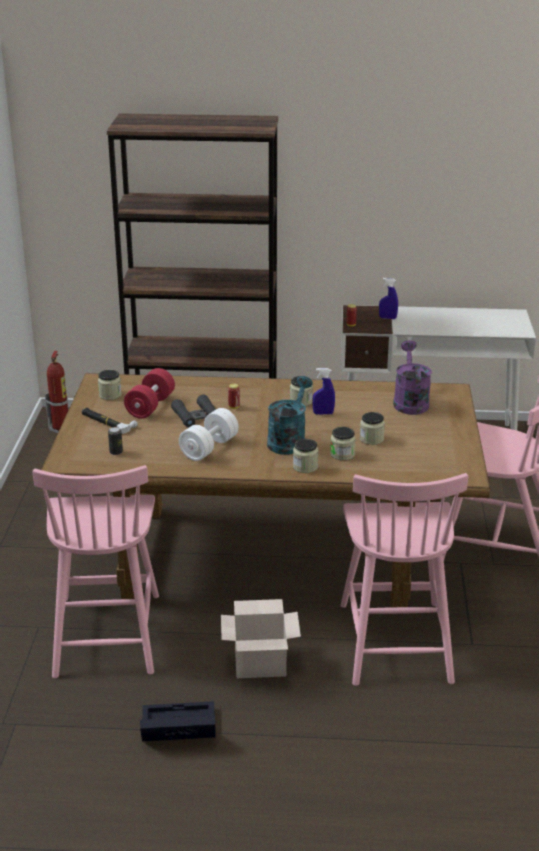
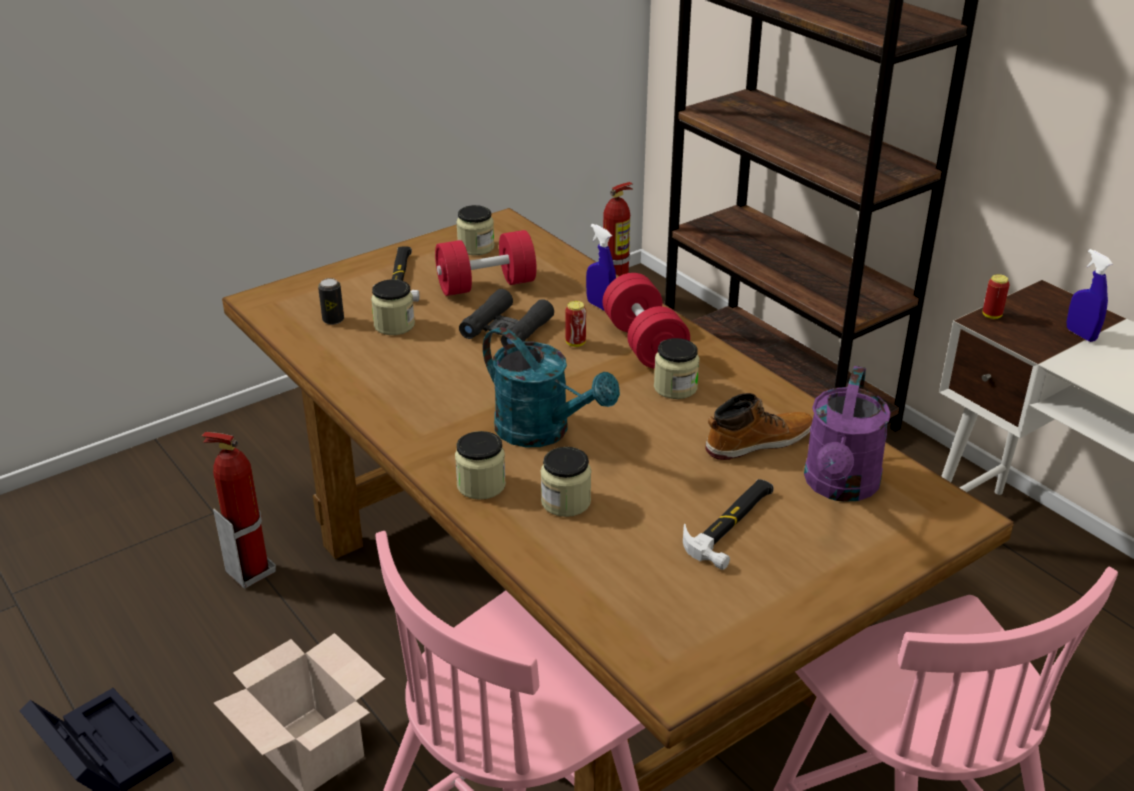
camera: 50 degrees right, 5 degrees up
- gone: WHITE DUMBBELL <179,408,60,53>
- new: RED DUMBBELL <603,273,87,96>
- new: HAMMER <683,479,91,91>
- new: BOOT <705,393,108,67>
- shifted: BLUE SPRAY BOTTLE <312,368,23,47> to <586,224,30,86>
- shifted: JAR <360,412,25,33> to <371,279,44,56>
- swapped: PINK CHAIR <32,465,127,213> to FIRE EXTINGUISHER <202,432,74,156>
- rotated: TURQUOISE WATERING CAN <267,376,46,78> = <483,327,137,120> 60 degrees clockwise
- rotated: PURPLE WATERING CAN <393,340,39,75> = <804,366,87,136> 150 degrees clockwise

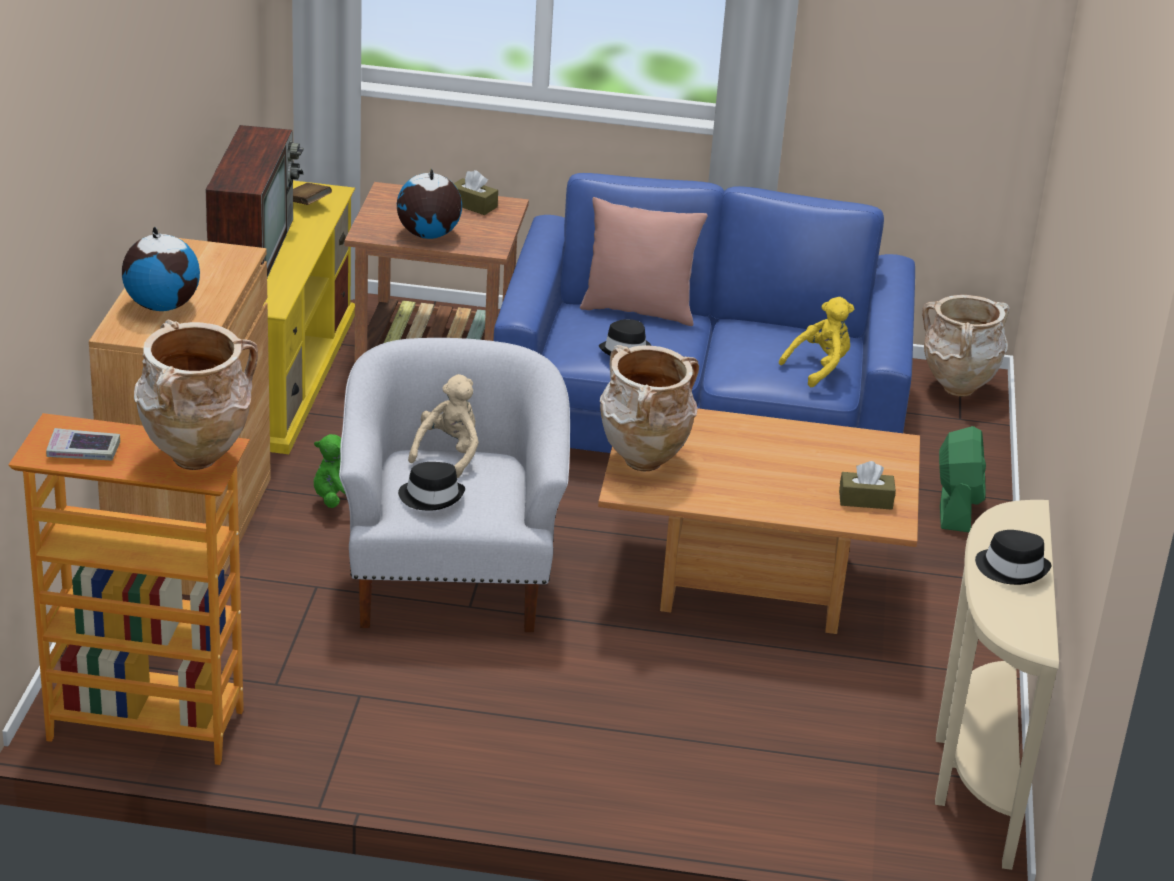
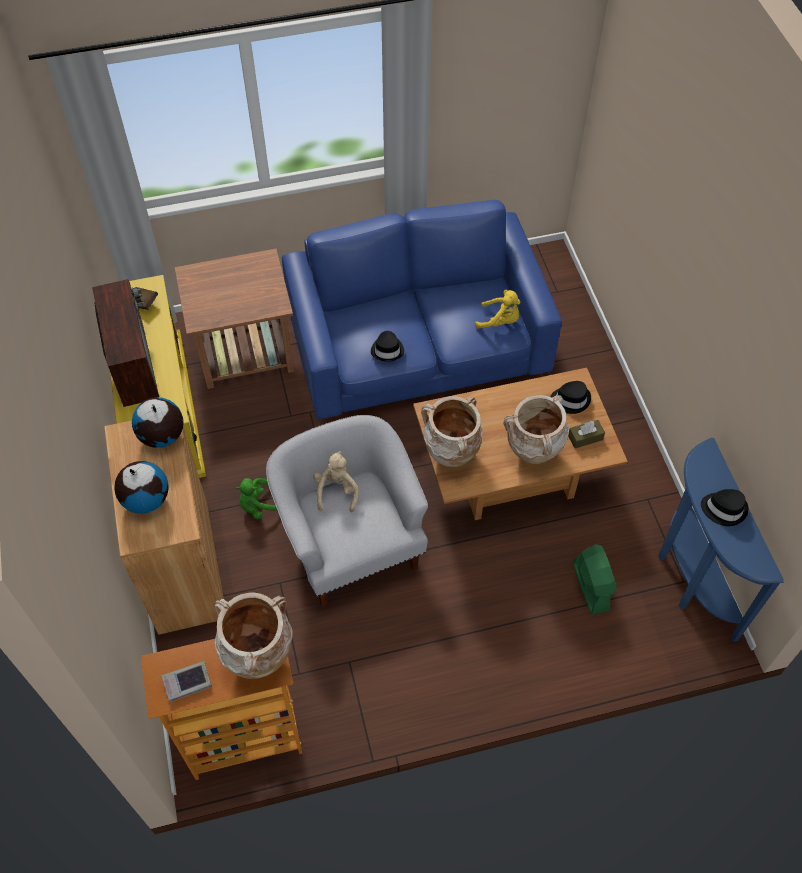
camera: 20 degrees left, 25 degrees up
- gone: BROWN TISSUE BOX <453,170,45,45>
- gone: PINK PILLOW <580,197,128,129>
- shifted: GLOBE <397,168,65,71> to <132,397,52,51>
- shifted: BLACK HAT <398,462,67,49> to <550,381,41,33>
- shifted: BEIGE VASE <922,295,87,102> to <504,395,65,69>
- shifted: GREEN FAN <939,426,47,106> to <573,544,44,71>
- repainted: BEIGE CONSOLE TABLE <935,500,124,370> to BLUE CONSOLE TABLE <658,437,126,205>
- rotated: YELLOW PLUSH TOY <779,297,75,90> = <475,290,45,39> 75 degrees clockwise

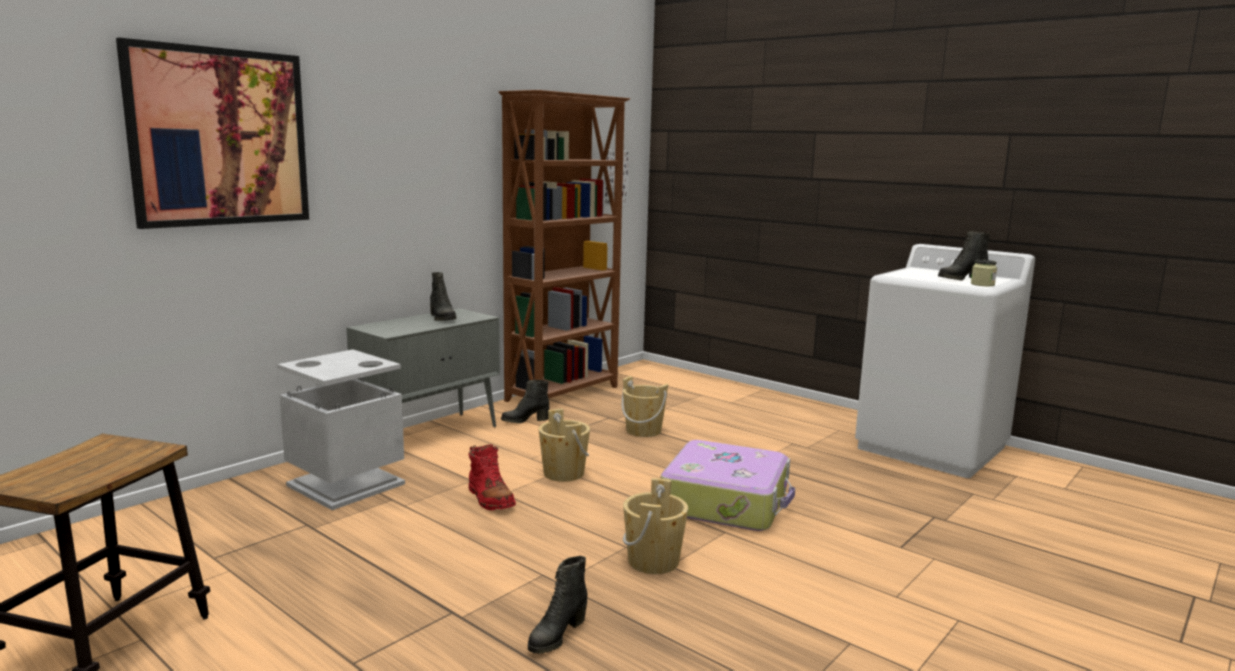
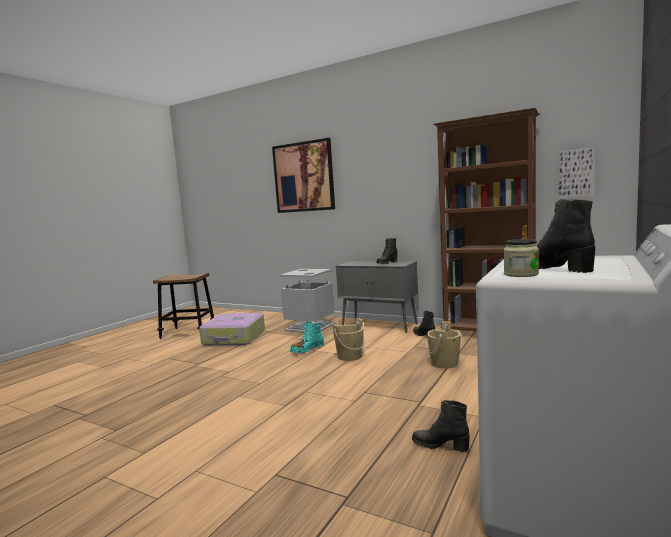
camera: 80 degrees right, 5 degrees down
- gone: BEIGE BUCKET <623,478,65,96>
- shifted: BLACK BOOT <528,556,59,98> to <412,400,58,52>
- shifted: SUITCASE <661,440,134,91> to <199,313,66,32>
- repainted: RED BOOT <468,444,48,67> to TURQUOISE BOOT <290,321,34,32>

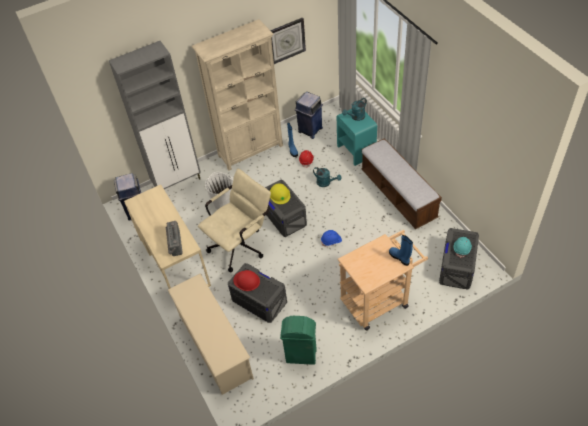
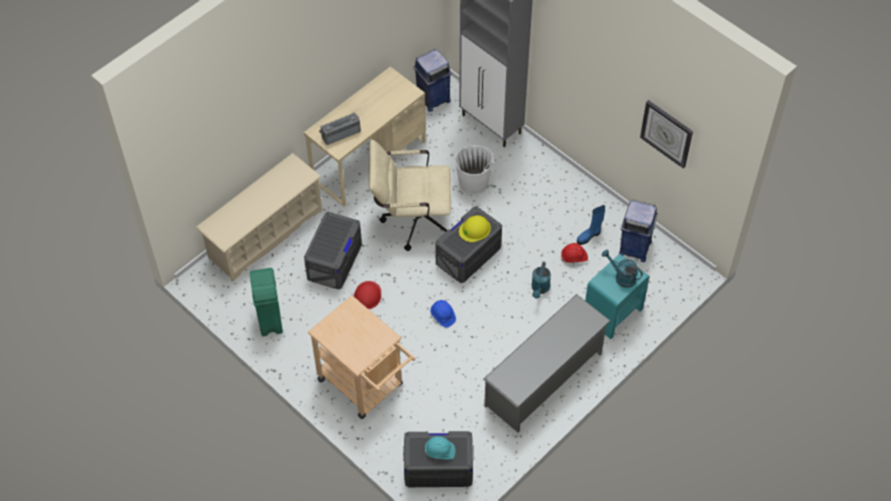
camera: 70 degrees right, 5 degrees up
- gone: BEIGE BOOKCASE <192,19,91,152>
- gone: BLUE BOOT <389,235,24,31>
- shifted: RED HARD HAT <233,270,27,21> to <354,281,27,28>
- swapped: BENCH <361,138,81,91> to GREY SHOE RACK <483,294,127,139>
- rotated: BEIGE OFFICE CHAIR <198,169,73,103> = <369,140,82,111> 150 degrees clockwise

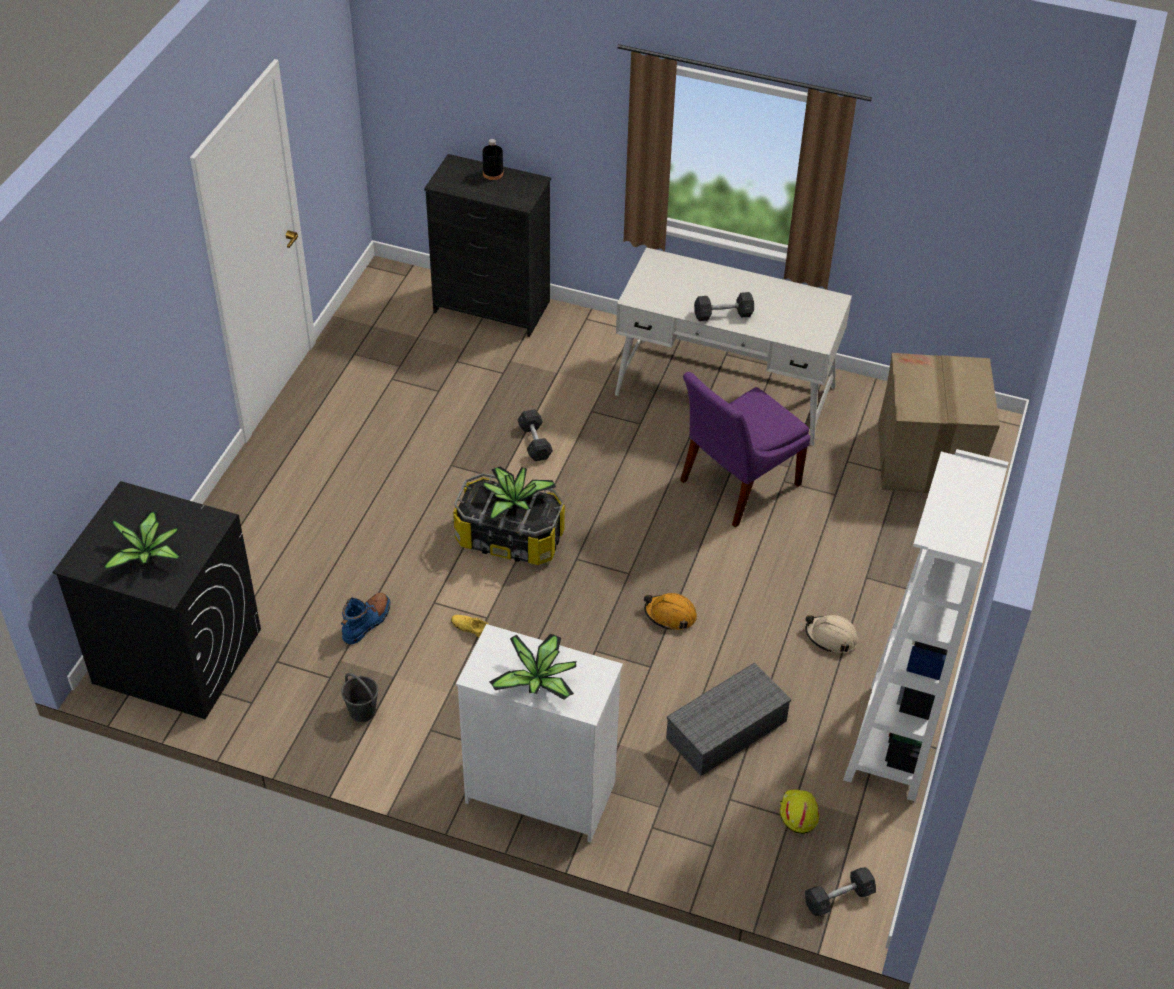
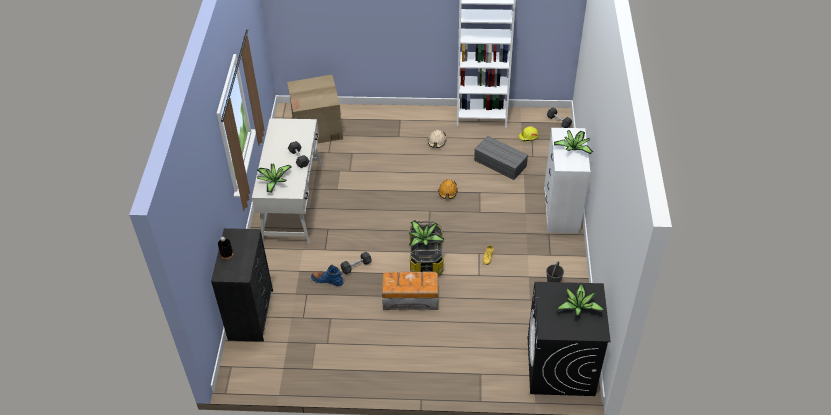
camera: 105 degrees left, 0 degrees up
- gone: PURPLE CHAIR <680,372,130,155>
- new: POTTED PLANT <256,164,36,29>
- new: STORAGE BOX <382,272,56,38>
- shifted: BLUE BOOT <341,593,49,51> to <311,265,32,21>

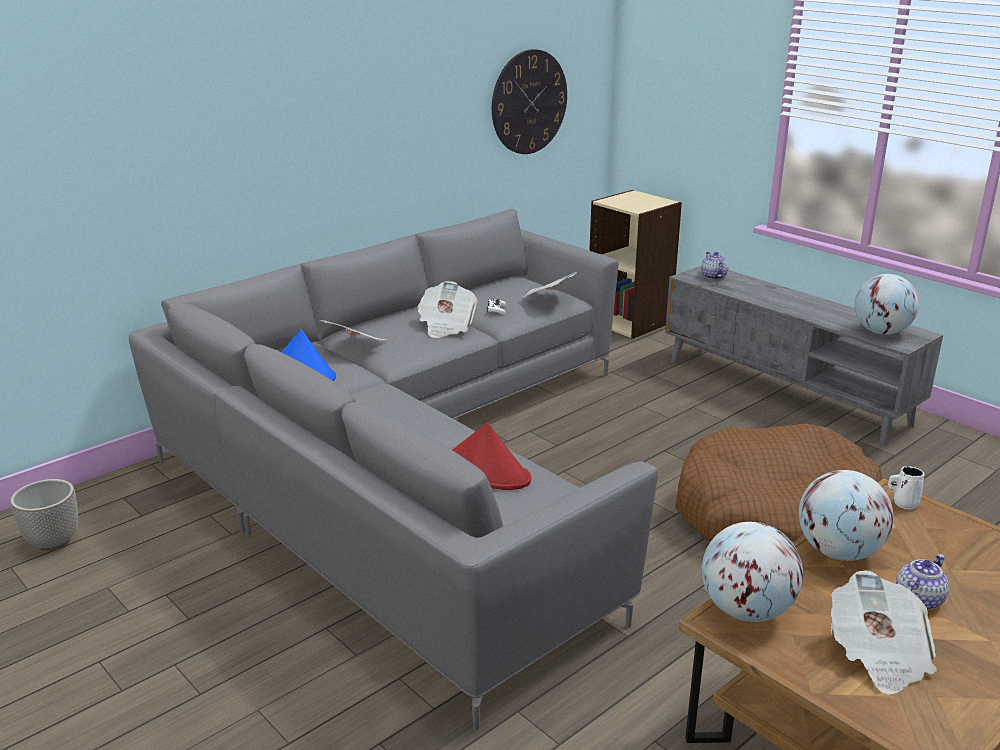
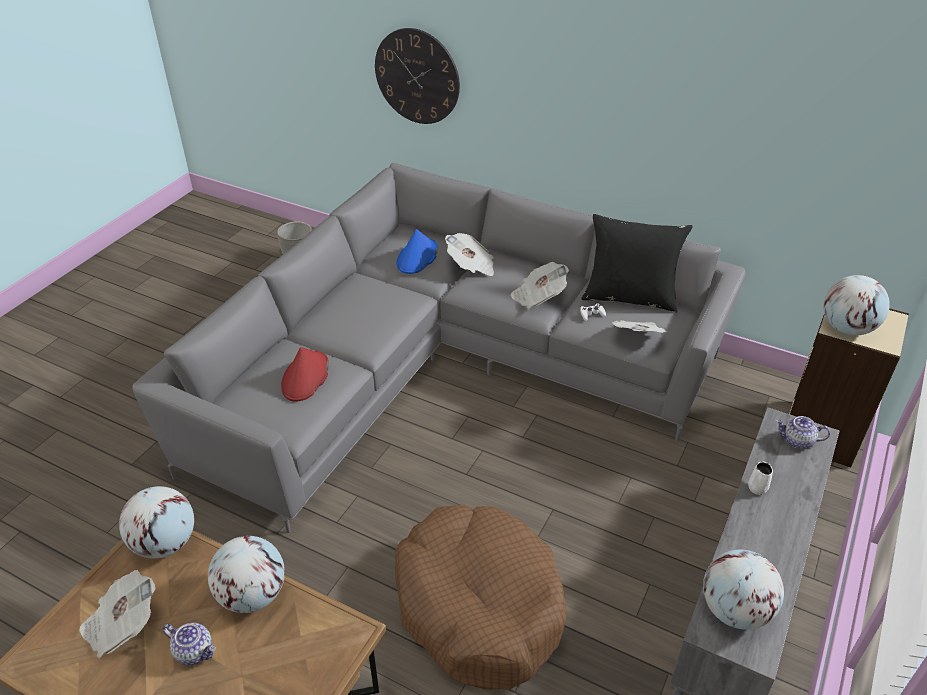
camera: 70 degrees right, 15 degrees up
- new: BLACK PILLOW <582,214,111,98>
- new: GLOBE <823,275,67,60>
- shifted: WALL CLOCK <492,49,75,105> to <375,28,85,96>
- shifted: WHITE MUG <888,466,36,44> to <748,461,25,34>
- rotated: TEAPOT <701,252,28,28> = <776,416,54,33> 135 degrees counterclockwise

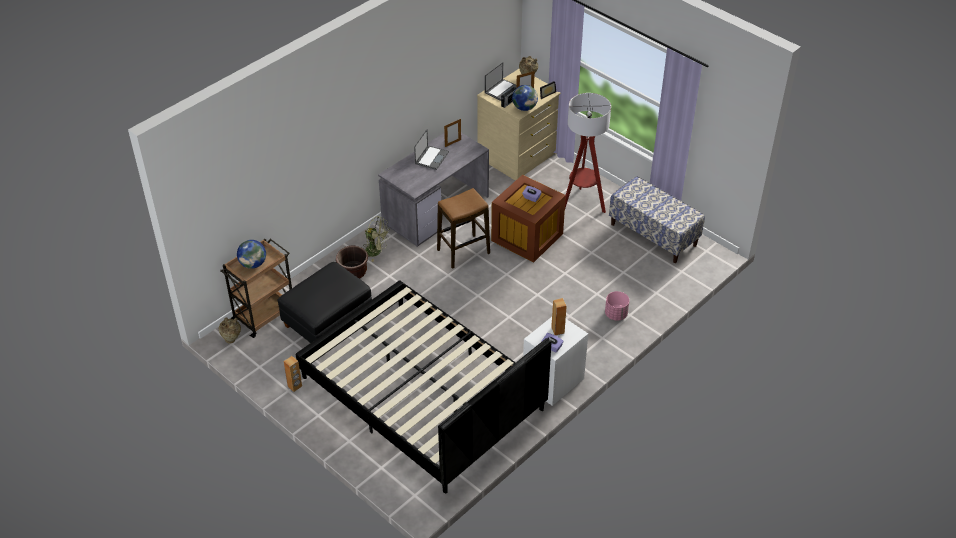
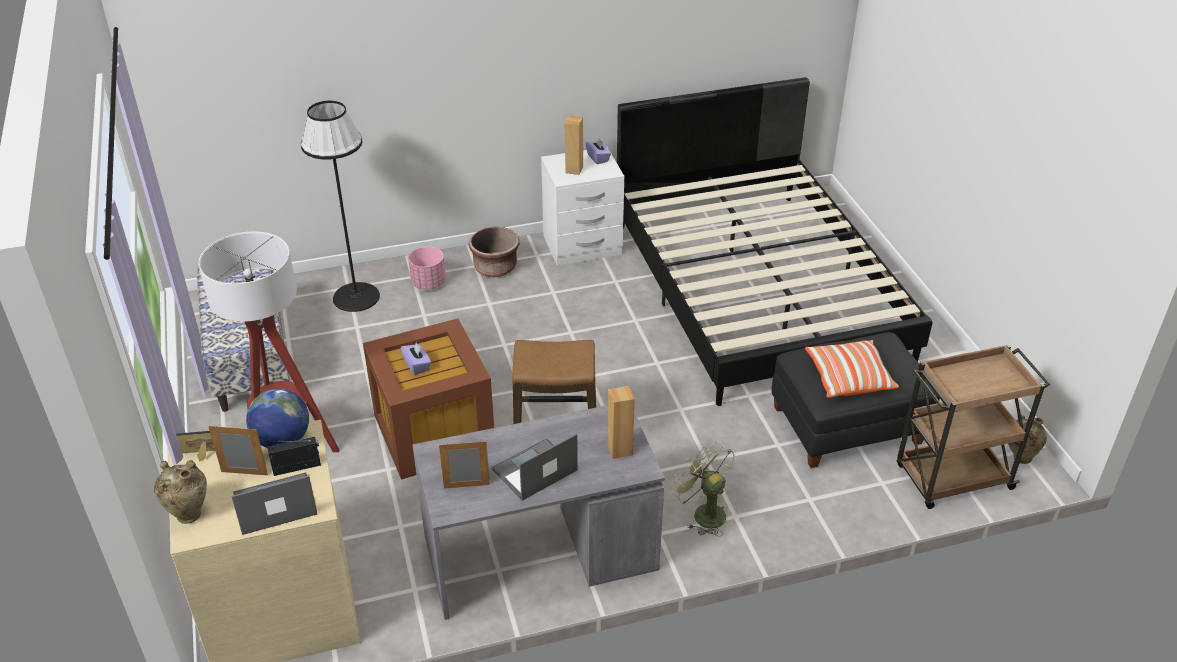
camera: 150 degrees left, 5 degrees down
- gone: GLOBE <237,240,29,29>
- new: BLACK FLOOR LAMP <301,101,79,211>
- new: PILLOW <805,340,94,58>
- shifted: BROWN SPEAKER <283,356,19,36> to <607,386,28,73>
- shifted: BROWN PLANTER <336,246,32,33> to <469,227,50,50>

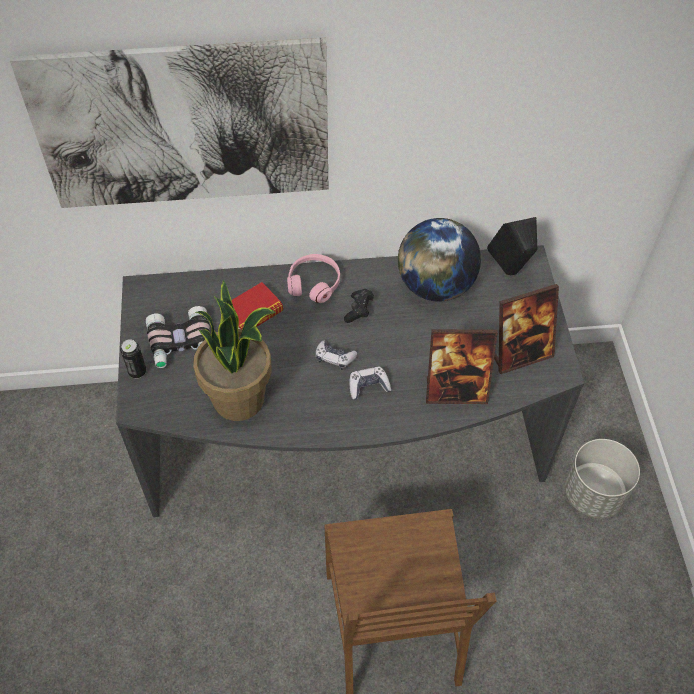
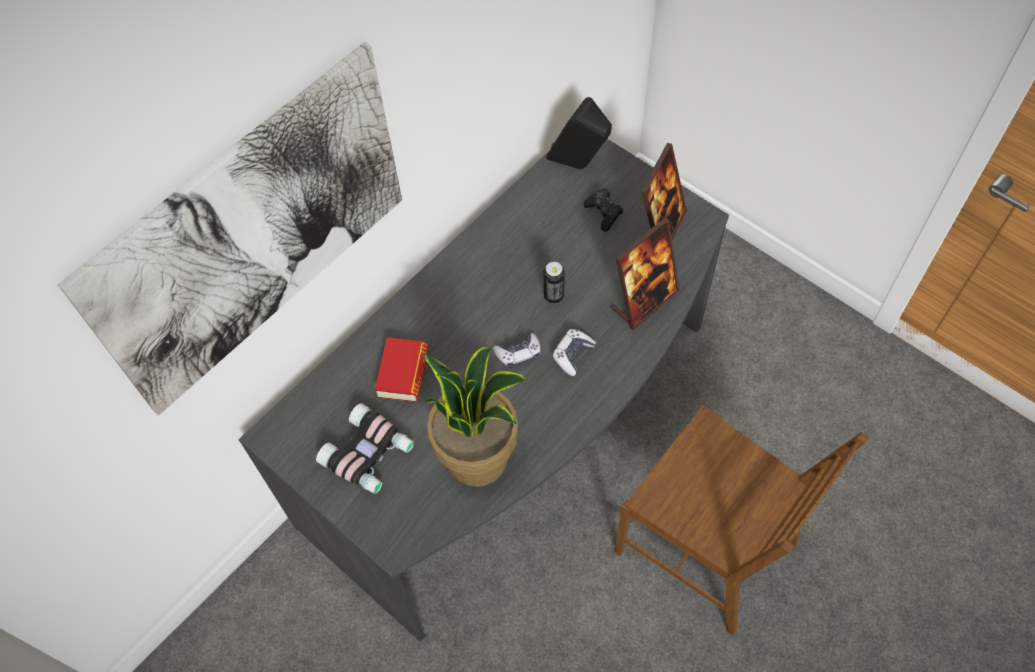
camera: 40 degrees left, 5 degrees up
- gone: PINK HEADPHONES <287,254,53,49>
- gone: GLOBE <398,218,83,84>
- gone: GREY PLANTER <565,439,75,79>
- shifted: CAN <120,339,26,40> to <544,262,21,42>
- shifted: BLACK GAME CONTROLLER <344,289,30,34> to <584,188,39,44>

